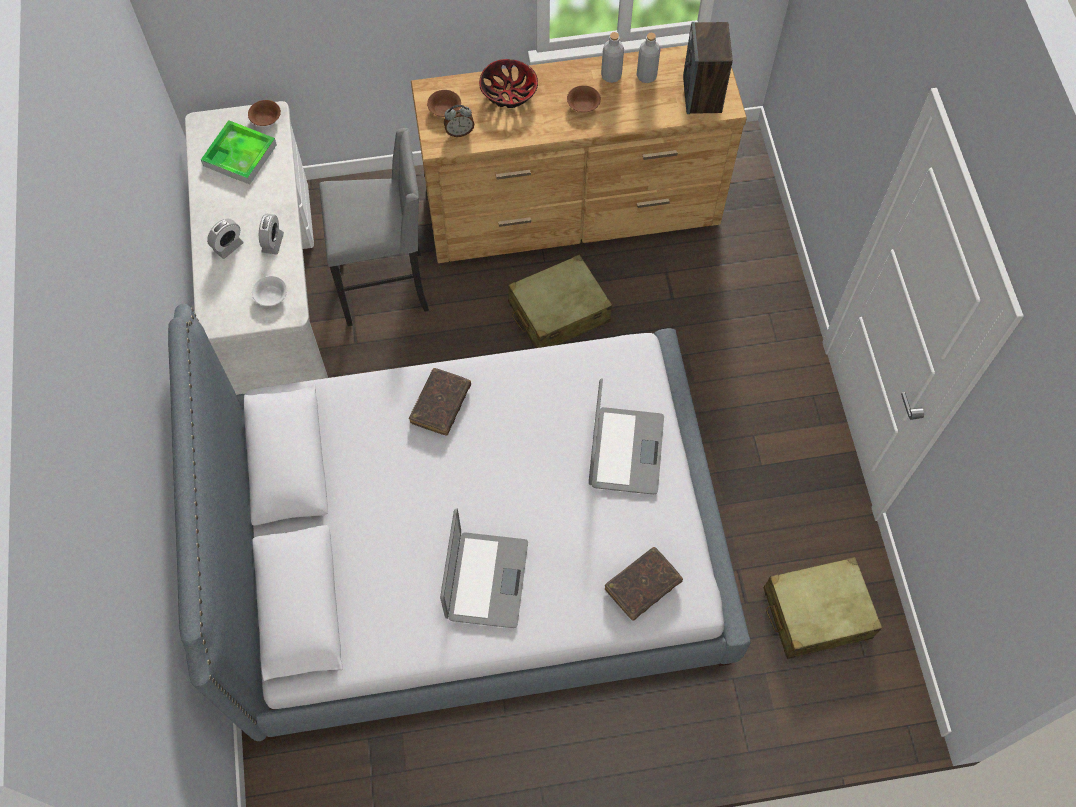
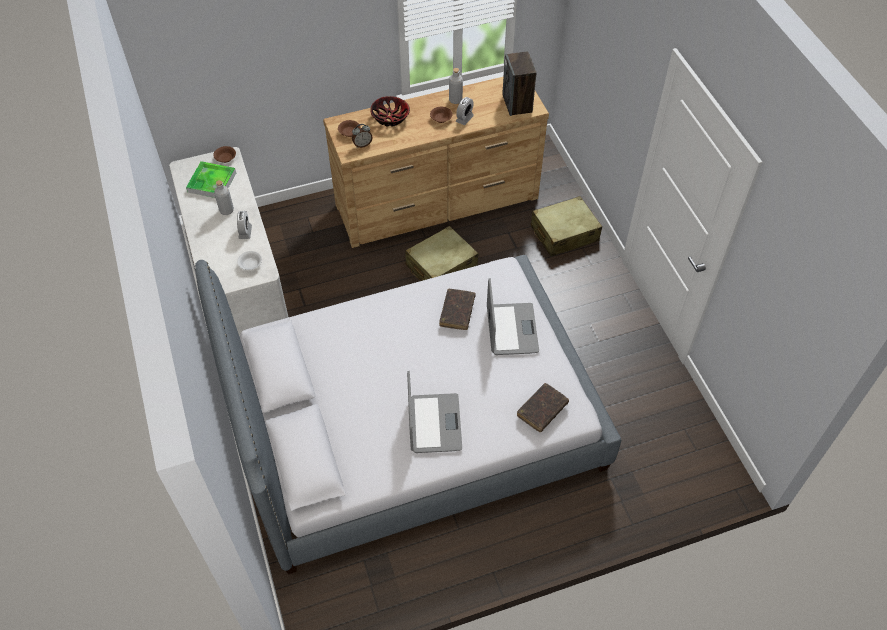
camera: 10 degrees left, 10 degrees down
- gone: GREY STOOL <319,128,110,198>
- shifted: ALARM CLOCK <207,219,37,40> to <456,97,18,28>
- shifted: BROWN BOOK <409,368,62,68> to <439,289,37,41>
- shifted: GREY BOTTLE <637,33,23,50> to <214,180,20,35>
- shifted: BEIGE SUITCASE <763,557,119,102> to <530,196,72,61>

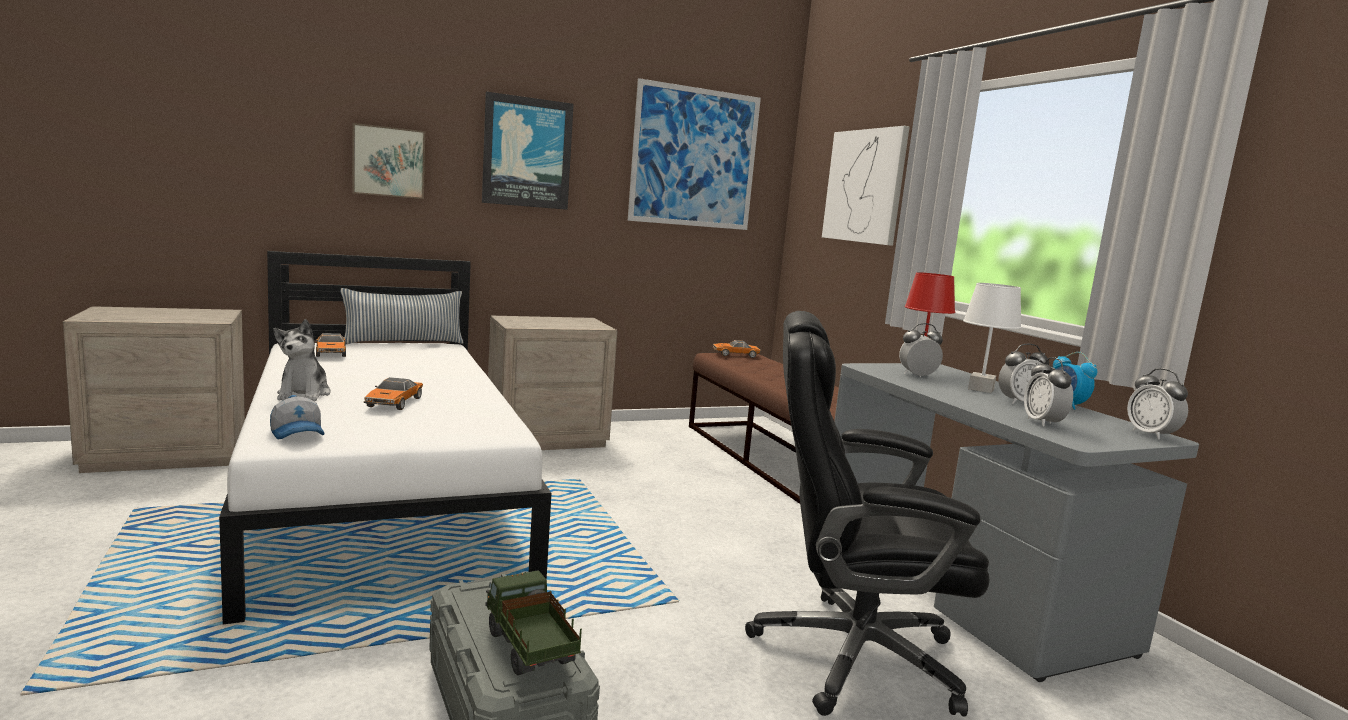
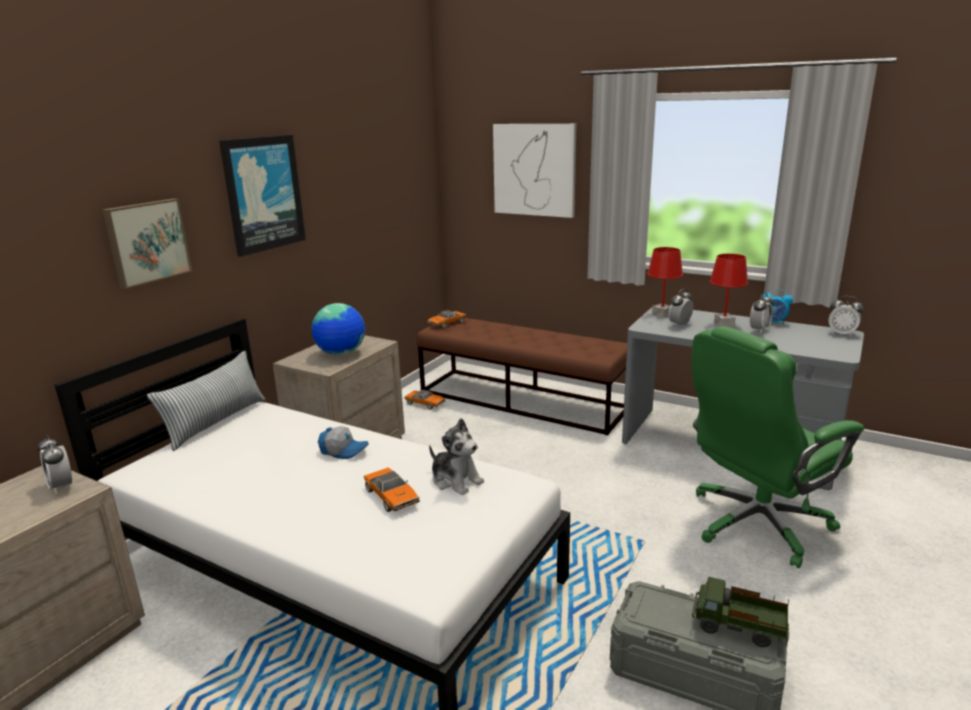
camera: 35 degrees left, 10 degrees up
- gone: PICTURE <628,78,133,152>
- new: GLOBE <312,303,53,53>
- shifted: CAP <270,395,55,44> to <318,426,51,33>
- shifted: PLUSH TOY <273,319,58,82> to <429,418,55,77>
- shifted: TOY CAR <316,333,30,24> to <404,390,42,19>
- shifted: ALARM CLOCK <1024,357,49,70> to <37,435,35,59>
- repainted: BLACK OFFICE CHAIR <745,311,244,406> to GREEN OFFICE CHAIR <691,326,173,242>
- repainted: WHITE TABLE LAMP <963,283,59,110> to RED TABLE LAMP <710,254,38,73>

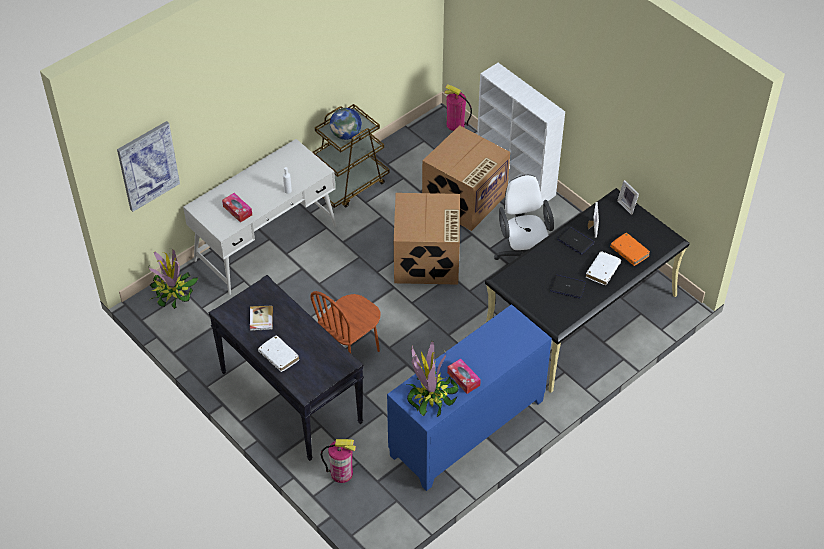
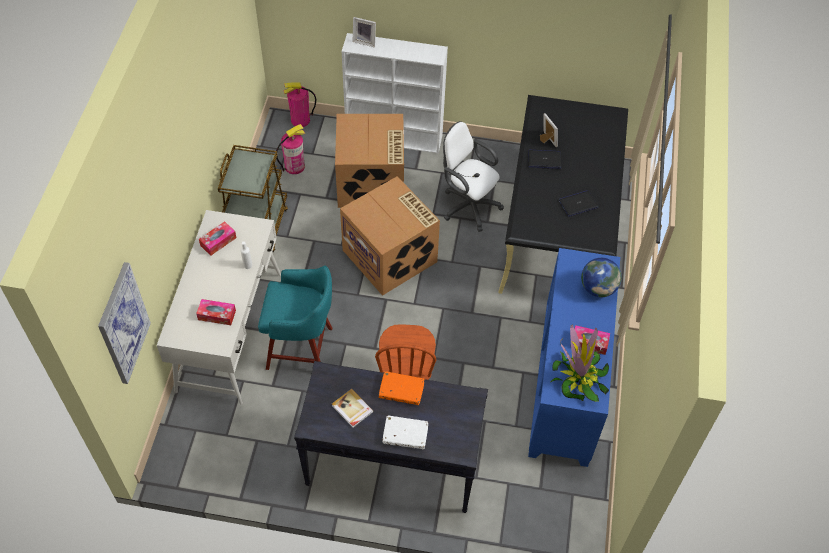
camera: 40 degrees left, 5 degrees up
- gone: POTTED PLANT <148,248,50,61>
- gone: WHITE BOOK <586,251,35,34>
- new: TISSUE BOX <199,221,37,35>
- new: TURQUOISE STOOL <258,265,74,105>
- shifted: FIRE EXTINGUISHER <321,439,35,44> to <276,124,29,50>
- shifted: GLOBE <330,108,32,32> to <581,258,41,39>
- shifted: ORANGE BOOK <610,233,40,33> to <379,371,45,34>
- shifted: PICTURE FRAME <617,180,22,35> to <353,17,23,30>

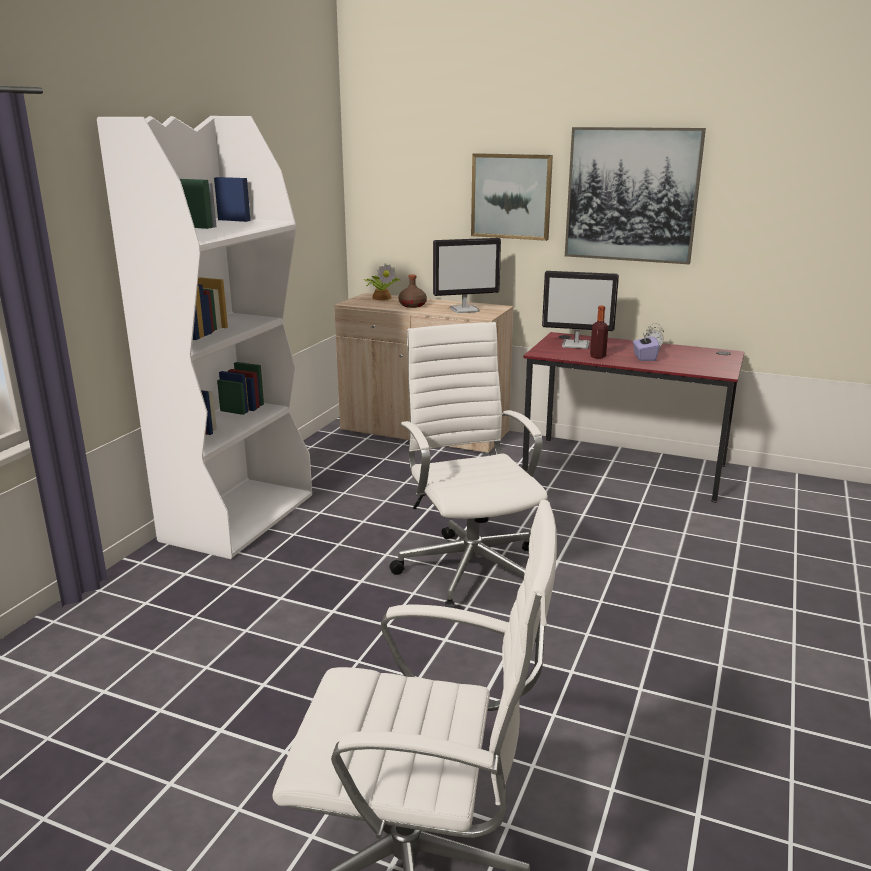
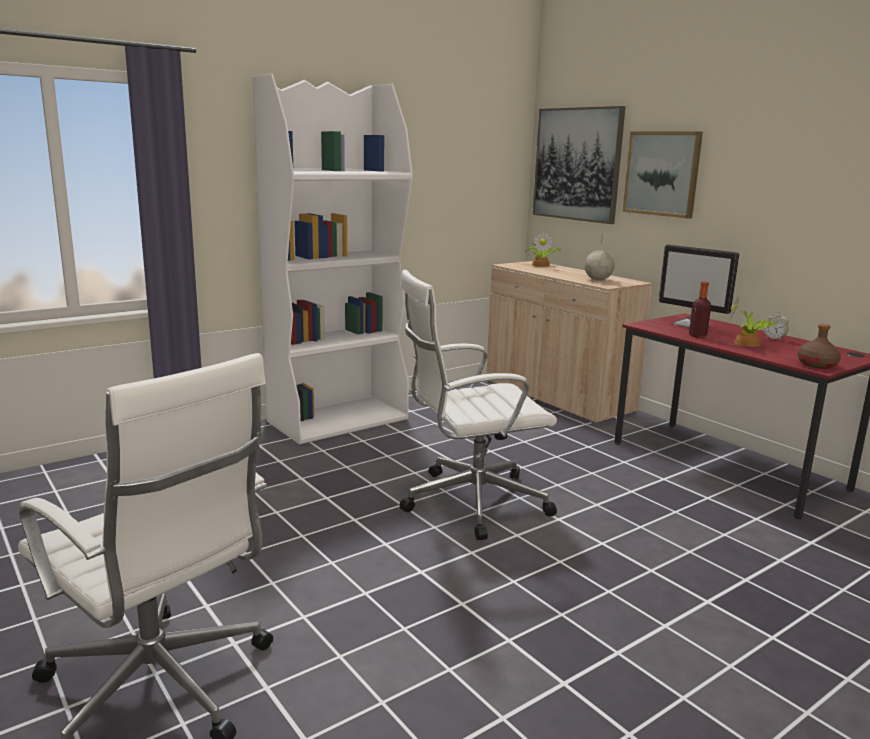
camera: 30 degrees right, 5 degrees down
- shifted: BROWN BOTTLE <398,275,29,33> to <797,324,44,45>
- shifted: PICTURE <565,127,141,137> to <533,106,93,118>
- swapped: MONITOR <433,238,68,75> to GLOBE <584,234,31,46>
- swapped: PURPLE TISSUE BOX <633,333,27,28> to POTTED PLANT <730,295,48,52>
- rotated: WHITE OFFICE CHAIR <389,322,159,286> = <400,270,157,270> 120 degrees counterclockwise

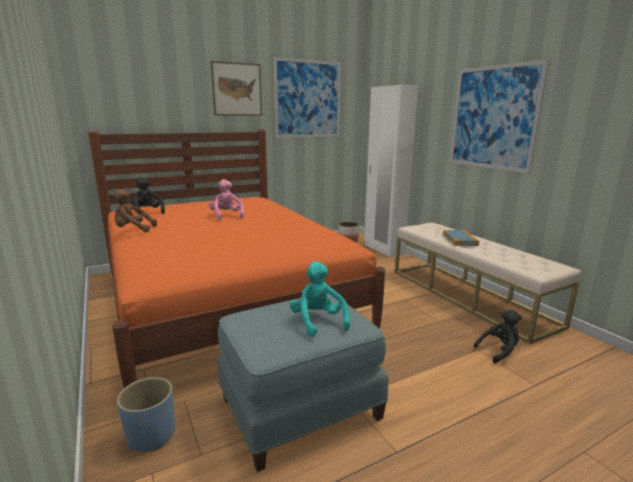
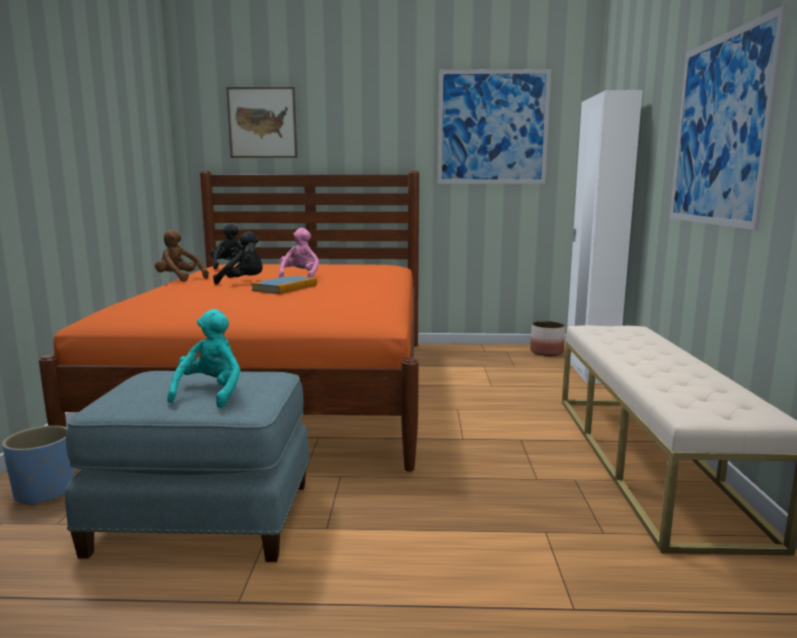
camera: 30 degrees right, 5 degrees down
- shifted: PICTURE <211,61,51,55> to <226,87,71,71>
- shifted: BOOK <443,230,36,16> to <251,276,66,18>
- shifted: BLACK PLUSH TOY <474,310,48,53> to <213,231,50,53>

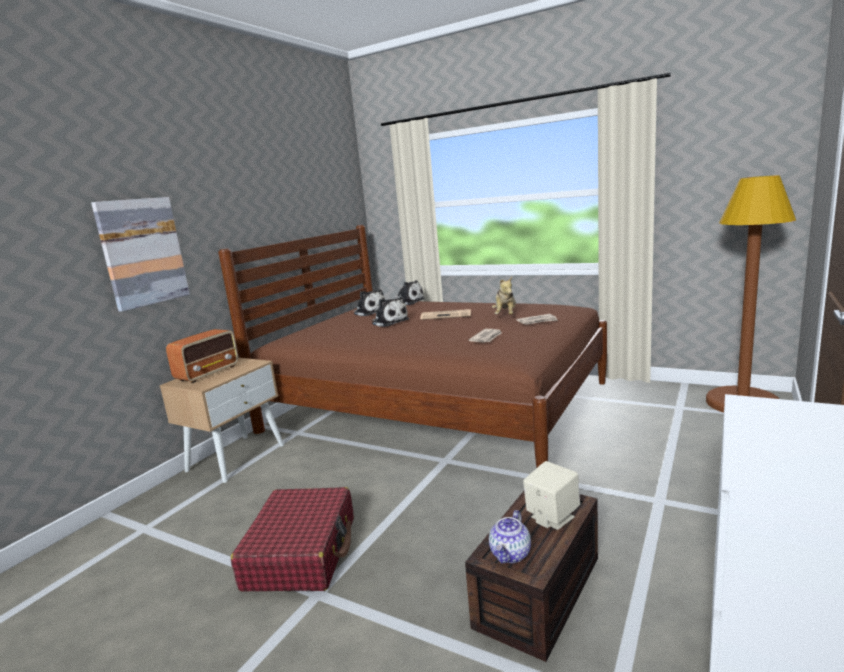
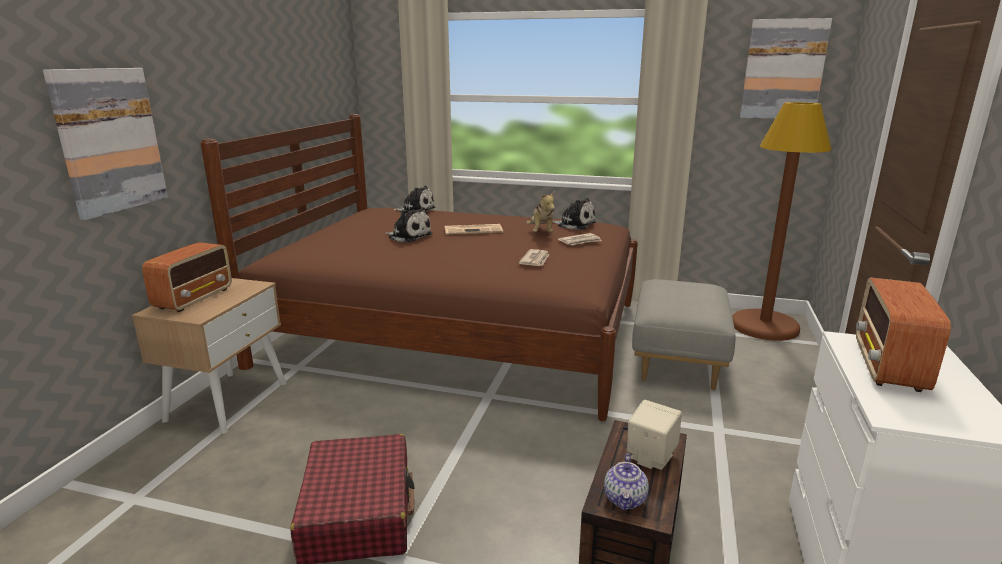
camera: 15 degrees left, 5 degrees up
- new: GREY OTTOMAN <632,279,103,111>
- new: PICTURE <740,18,92,101>
- new: RADIO <856,277,95,115>
- shifted: PLUSH TOY <354,289,31,27> to <552,198,44,32>

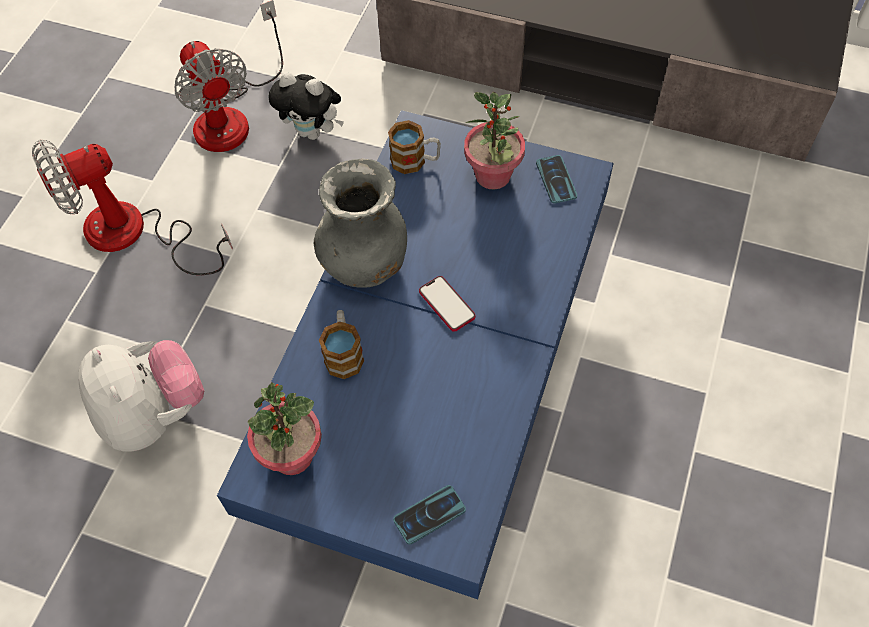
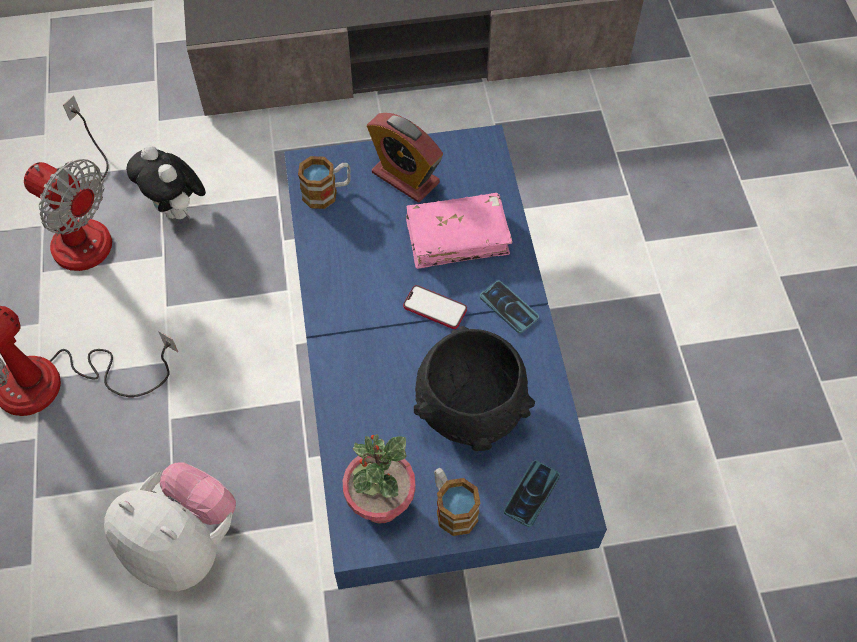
camera: 30 degrees left, 0 degrees up
- gone: GREY VASE <314,159,93,129>
- new: PINK BOOK <406,193,106,76>
- new: BLACK BOWL <414,326,121,125>
- shifted: MUG <319,310,45,69> to <434,468,47,68>
- shifted: PHONE <536,155,41,49> to <480,281,59,52>
- swapped: POTTED PLANT <464,92,61,97> to ALARM CLOCK <367,113,76,89>
- rotated: PLUSH TOY <268,72,76,68> = <126,145,80,75> 60 degrees clockwise

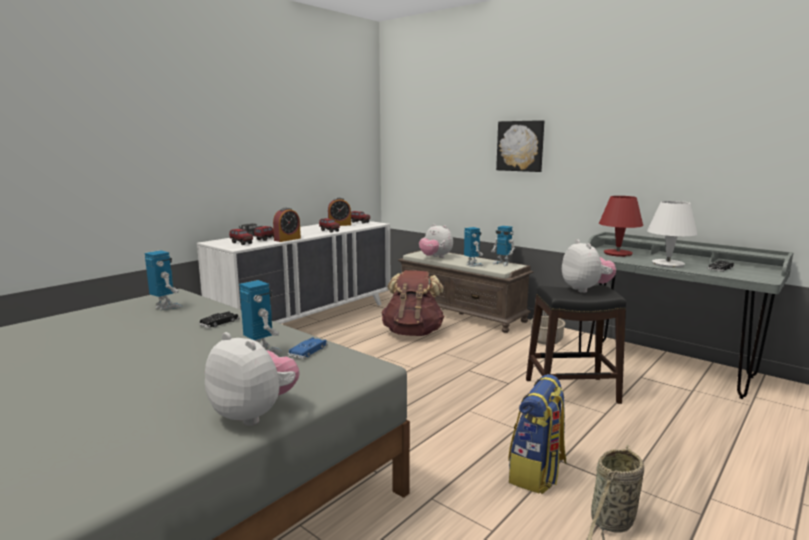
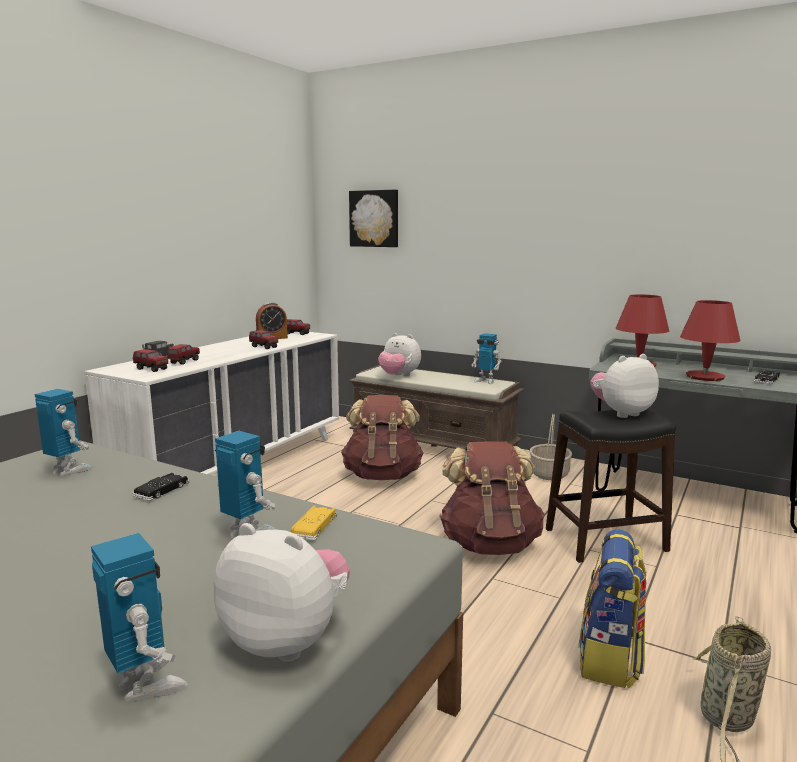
camera: 10 degrees left, 0 degrees up
- gone: ALARM CLOCK <273,208,28,34>
- new: BROWN BACKPACK <439,441,105,114>
- shifted: TOY ROBOT <464,227,19,39> to <91,533,97,169>
- shifted: PICTURE <496,120,49,52> to <349,190,49,57>
- repainted: BLUE TOY CAR <288,337,40,22> to YELLOW TOY CAR <291,505,47,36>
- repainted: WHITE TABLE LAMP <647,201,50,67> to RED TABLE LAMP <680,300,60,81>
- rotated: PLUSH TOY <562,240,54,53> = <590,354,69,64> 90 degrees counterclockwise

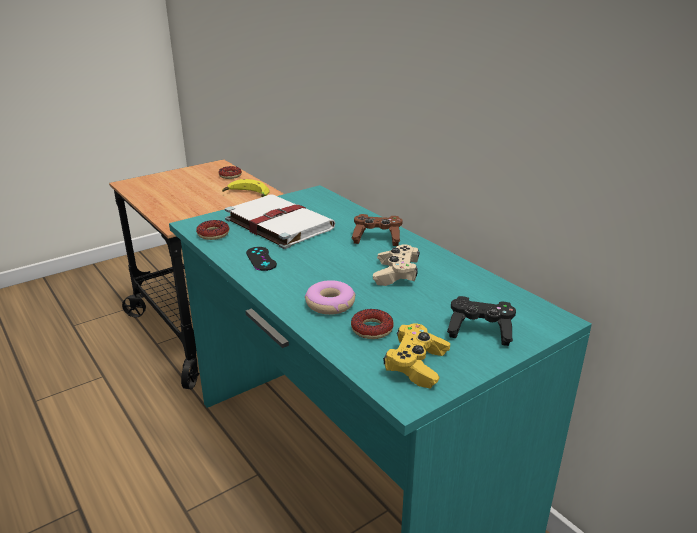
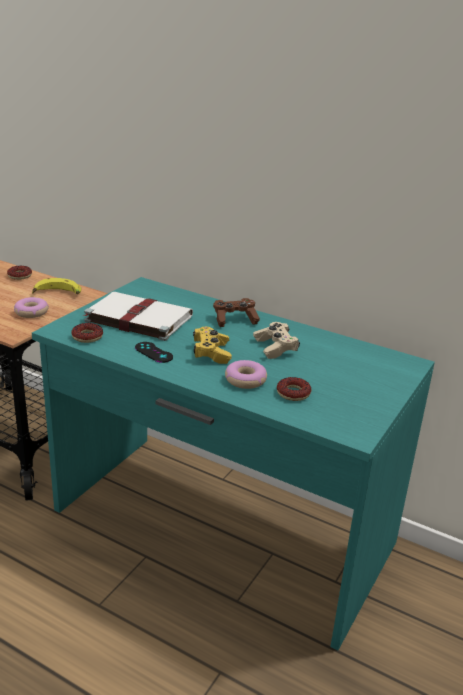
camera: 25 degrees left, 0 degrees up
- gone: BLACK GAME CONTROLLER <447,296,69,50>
- new: DONUT <14,297,35,21>
- shifted: YELLOW GAME CONTROLLER <383,324,67,65> to <193,327,39,37>

